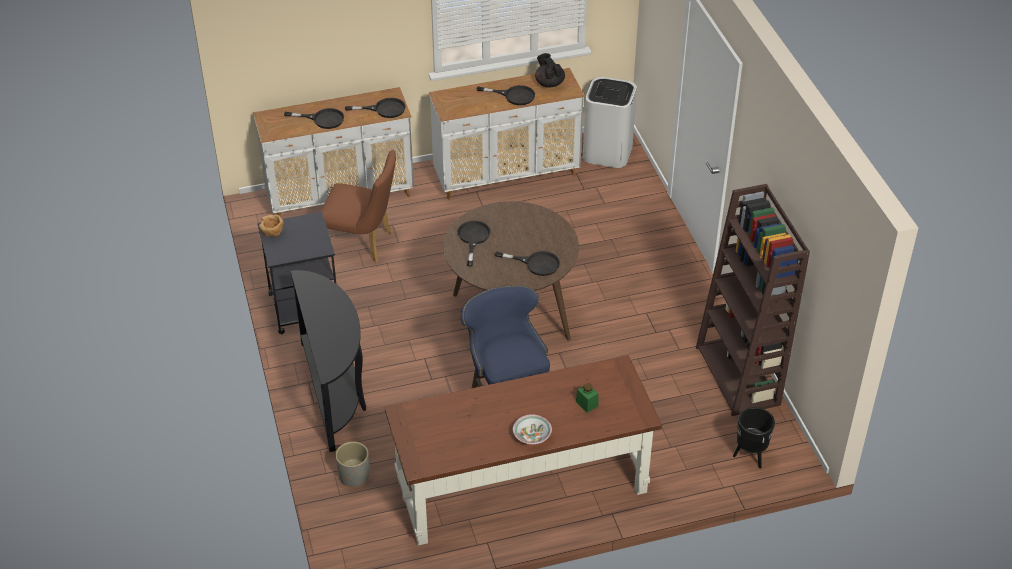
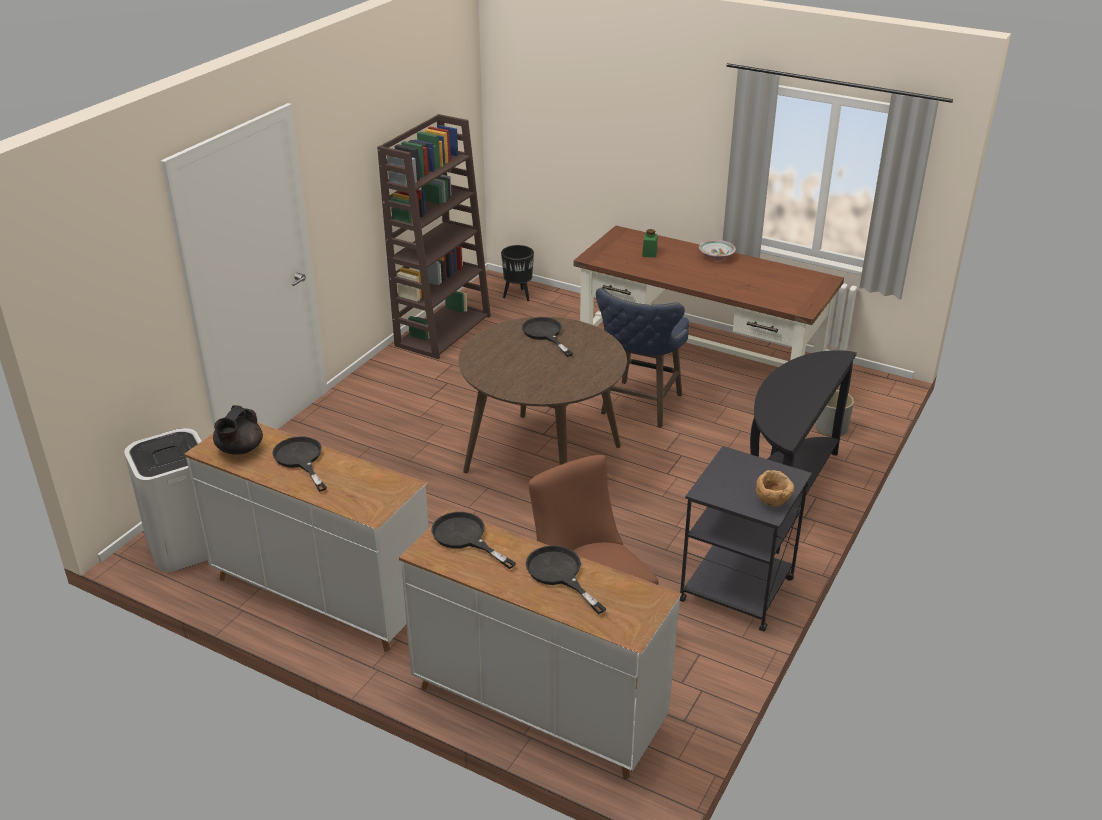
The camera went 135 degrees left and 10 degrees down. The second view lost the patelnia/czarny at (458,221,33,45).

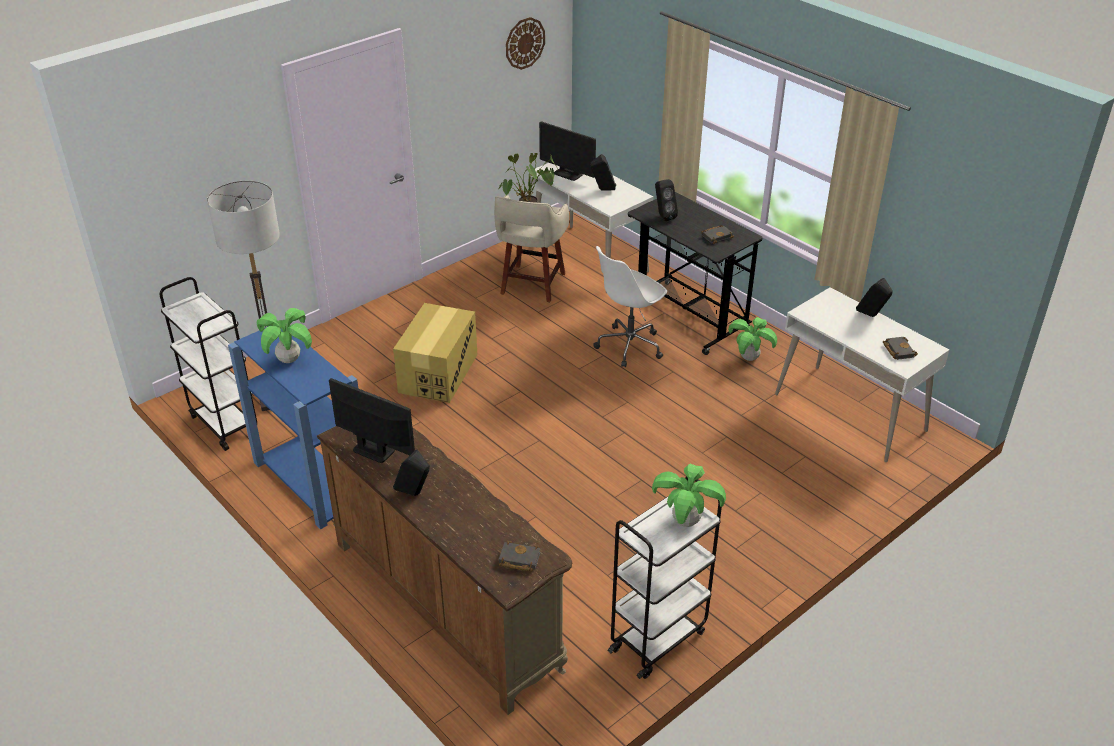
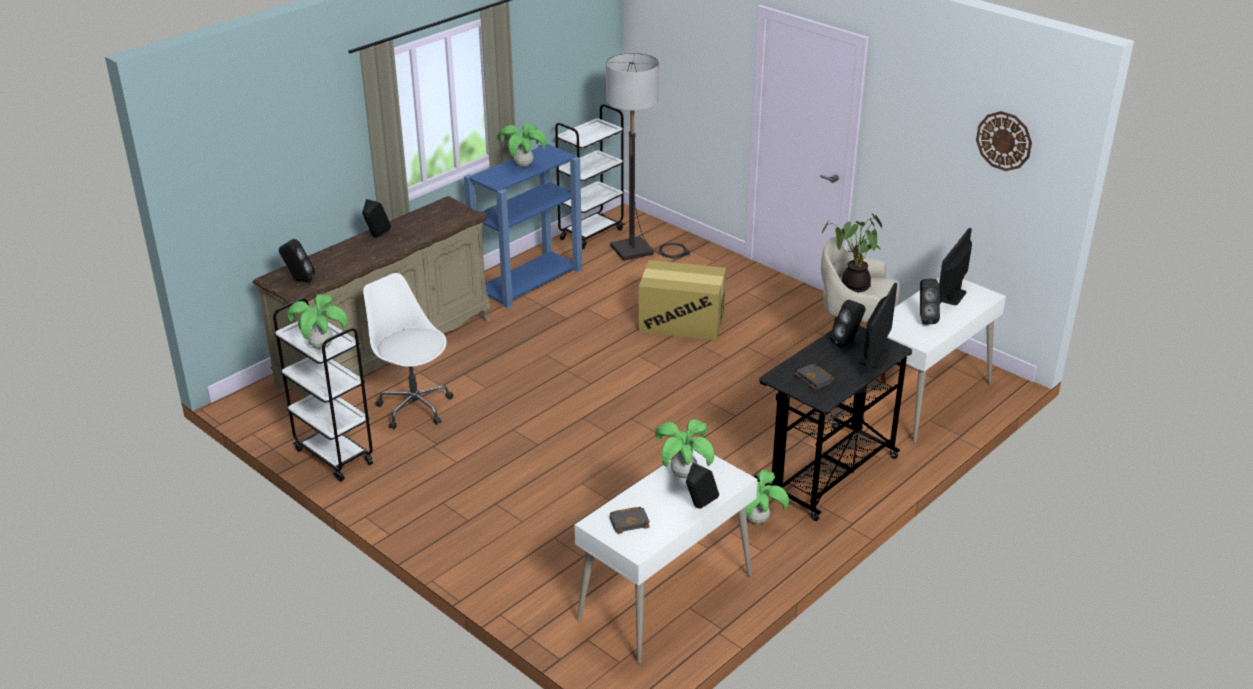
The camera went 85 degrees right and 5 degrees down. Where the książka/czarny stood at (499,541,42,30), the głośnik/czarny came to stand at (279,239,36,43). The krzesło biurowe/biały ended up elsewhere, having gone from (593,246,74,121) to (363,273,91,156). The second view gained the roślina doniczkowa at (655,419,59,59). The monitor ended up elsewhere, having gone from (329,378,86,85) to (860,283,37,89).

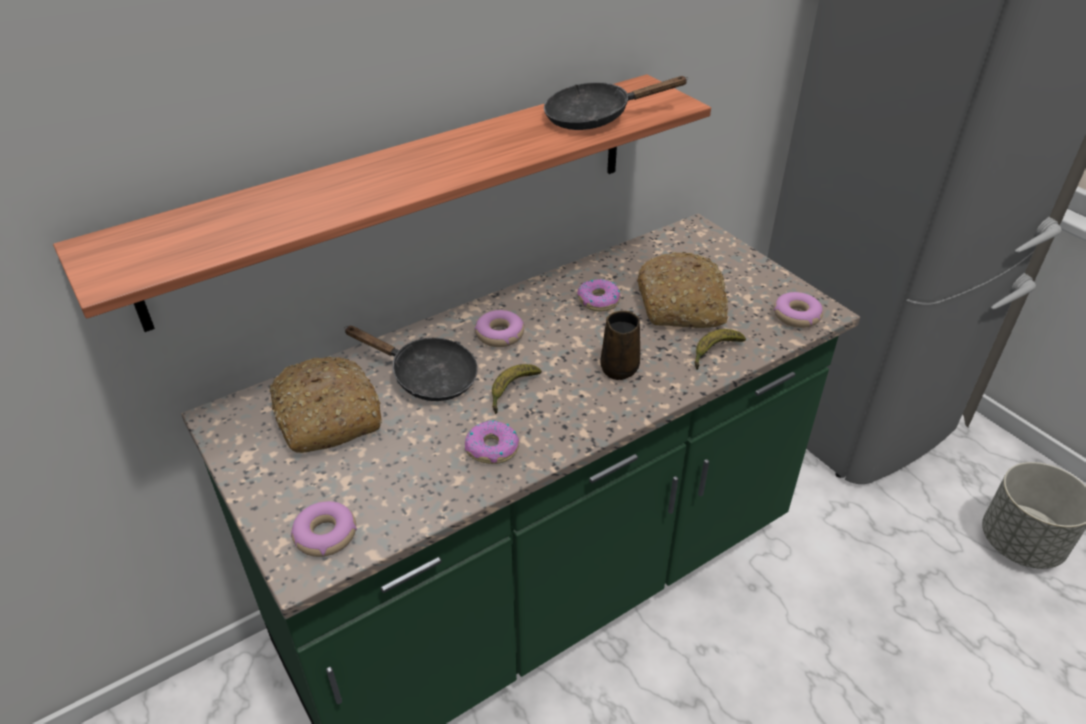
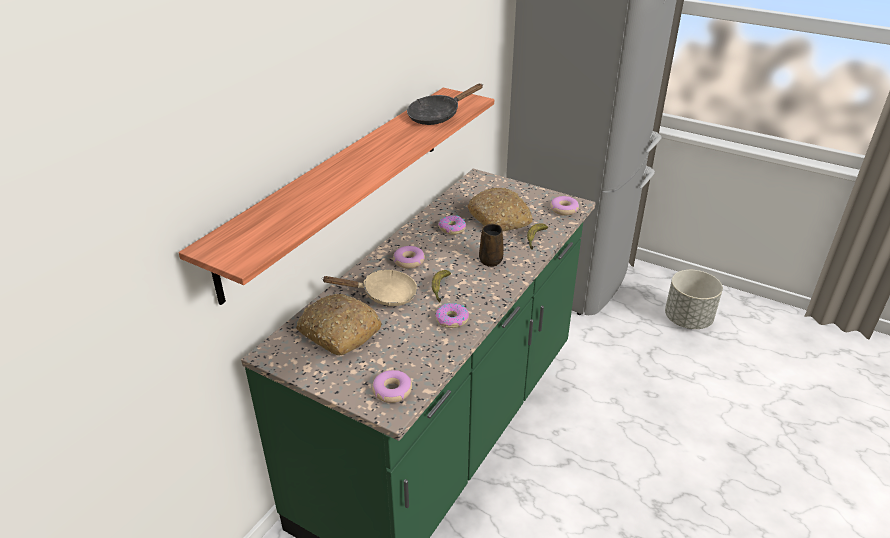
The camera went 25 degrees left and 5 degrees down. What was the patelnia/czarny at (344,326,134,75) turned into the patelnia/beżowy at (322,269,96,37).

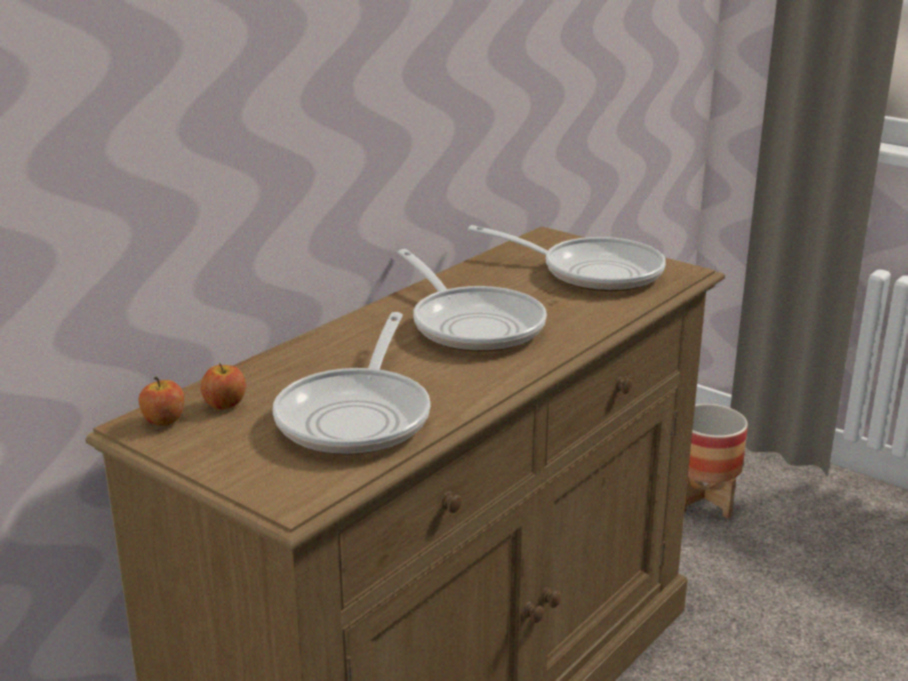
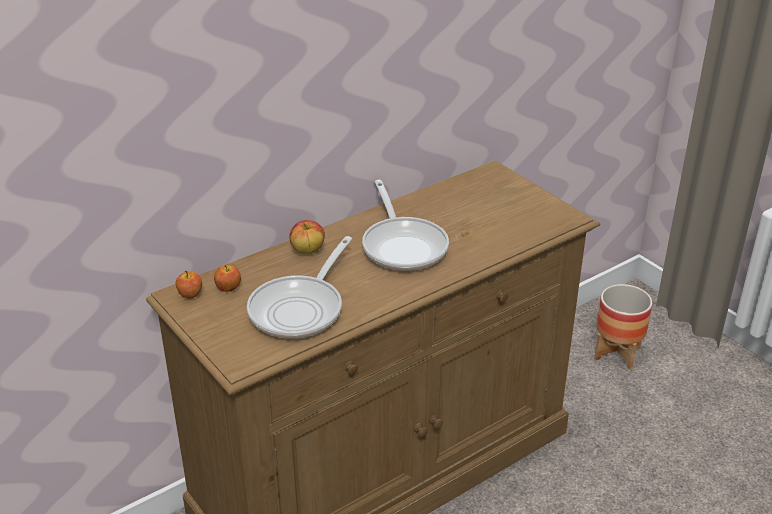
The camera went 15 degrees right and 10 degrees up. The second view gained the jabłko at (289,220,36,34). The second view lost the patelnia at (468,225,198,66).

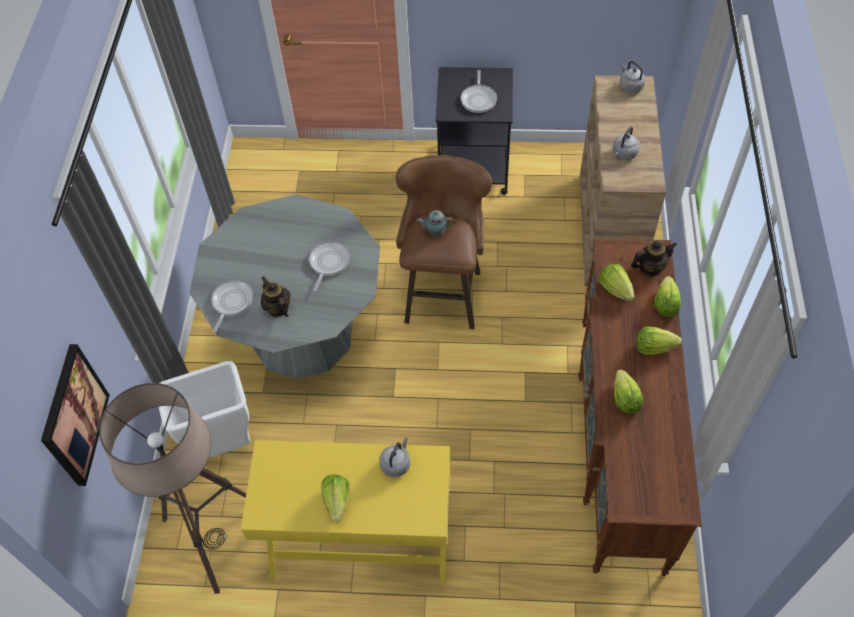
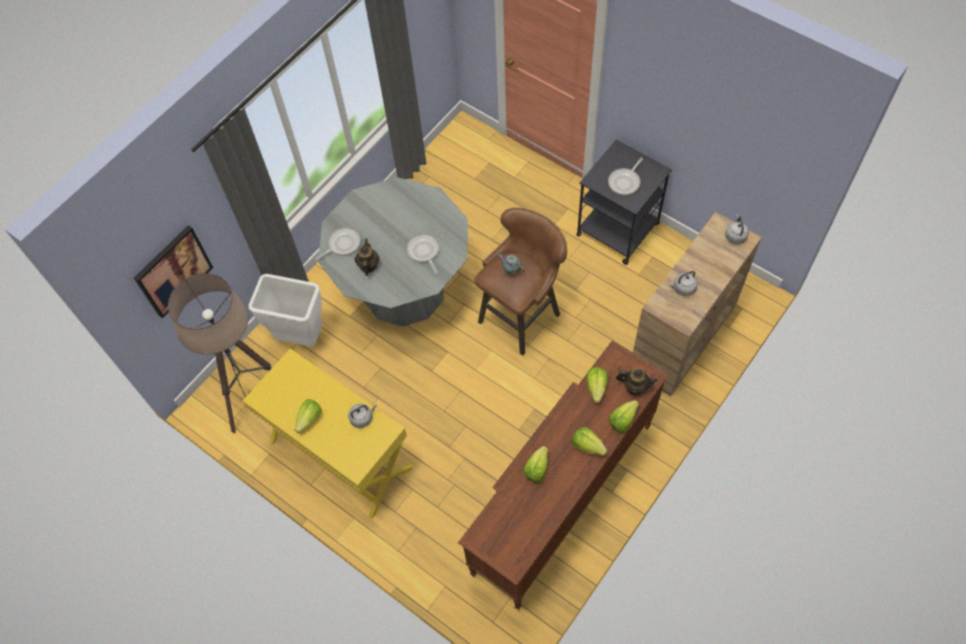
The camera went 35 degrees right and 5 degrees up. The patelnia at (309,241,41,51) ended up facing another way, 75 degrees counterclockwise from before.

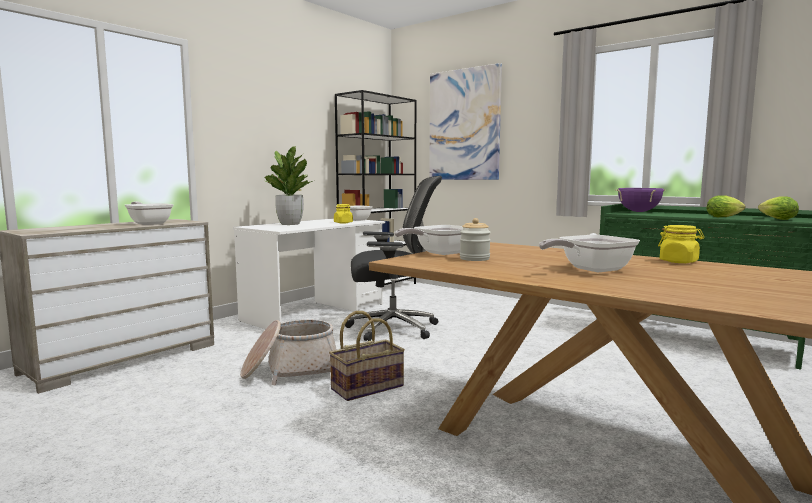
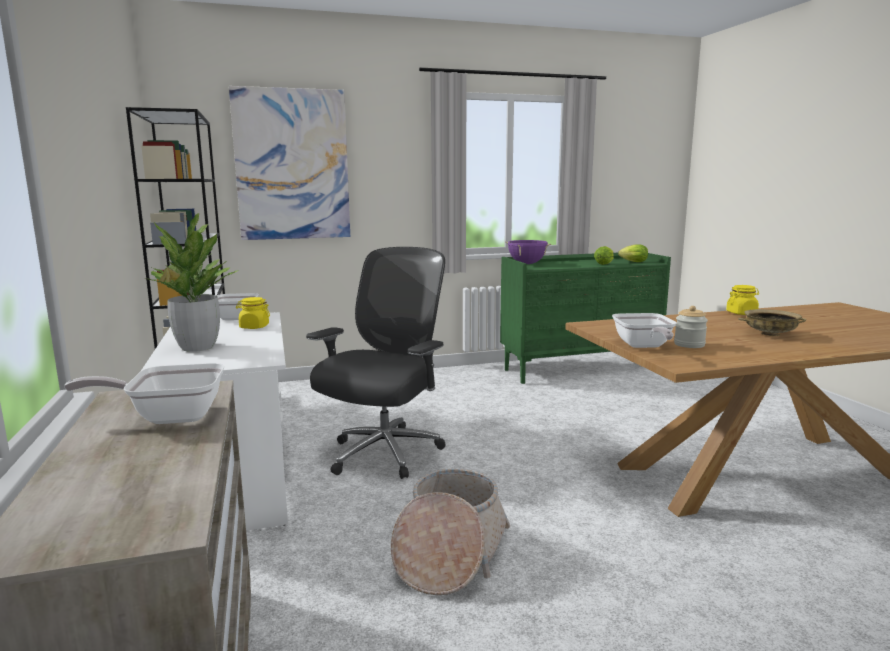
The camera went 55 degrees left and 5 degrees up. Where the patelnia stood at (539,235,101,37), the miska/beżowy came to stand at (738,309,68,27). The second view lost the koszyk at (329,311,76,90).

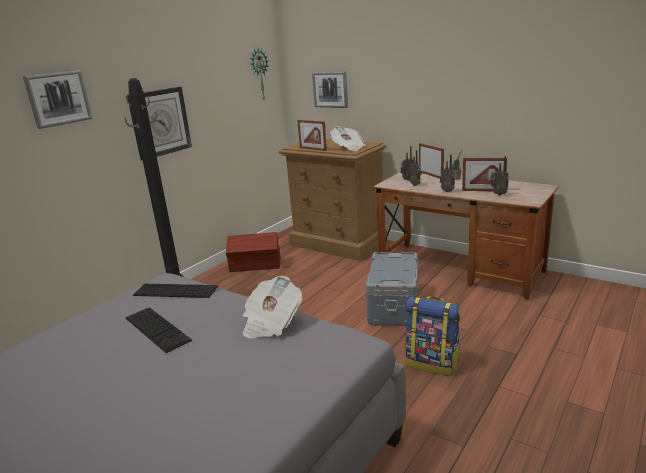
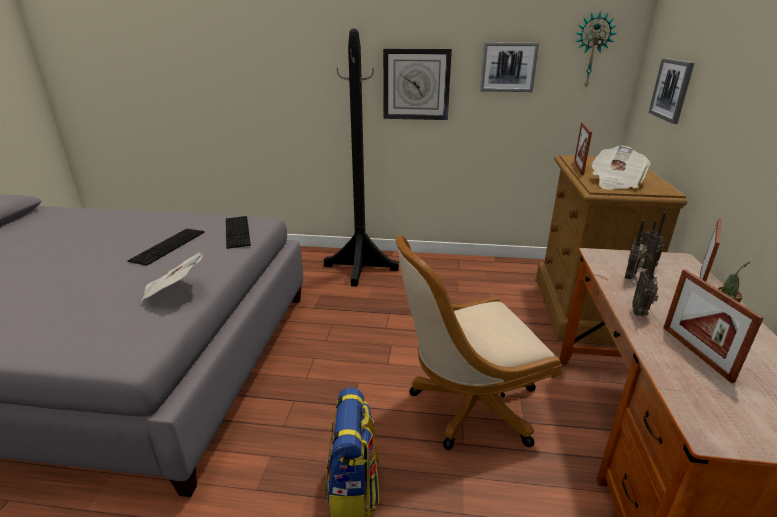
The camera went 60 degrees right and 5 degrees up. Where the pojemnik do przechowywania/szary stood at (366,252,52,75), the krzesło biurowe came to stand at (396,235,166,215). The obraz ended up elsewhere, having gone from (23,70,70,59) to (480,42,59,50). The second view lost the pojemnik do przechowywania/brązowy at (226,232,55,40). The second view lost the radio at (491,156,18,40).

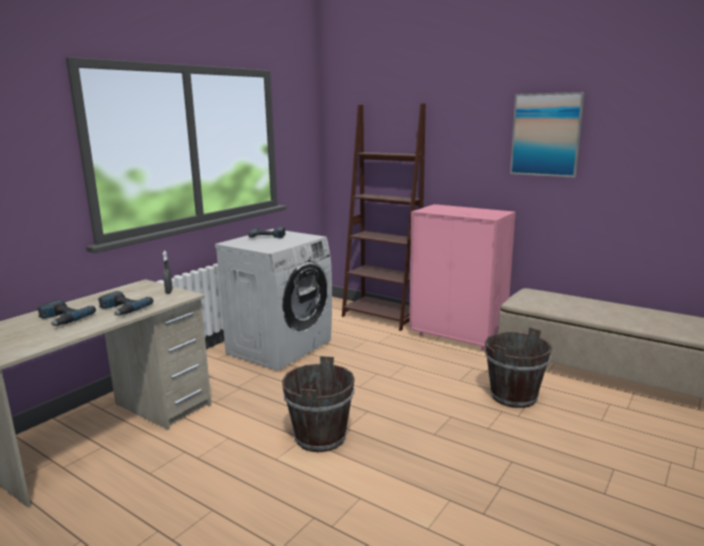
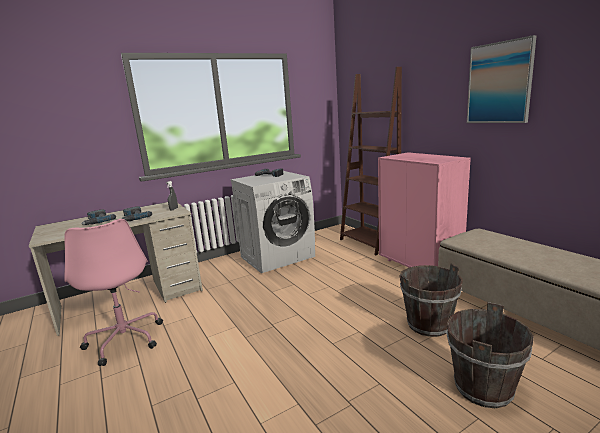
The camera went 25 degrees right and 0 degrees up. The second view gained the krzesło biurowe/różowy at (64,219,99,147). The wiadro/brązowy ended up elsewhere, having gone from (282,356,73,96) to (446,302,88,106).

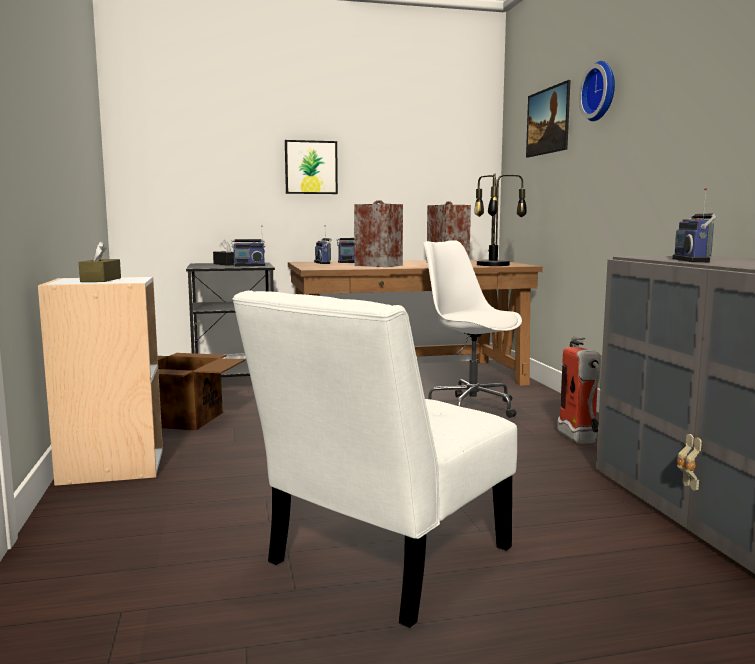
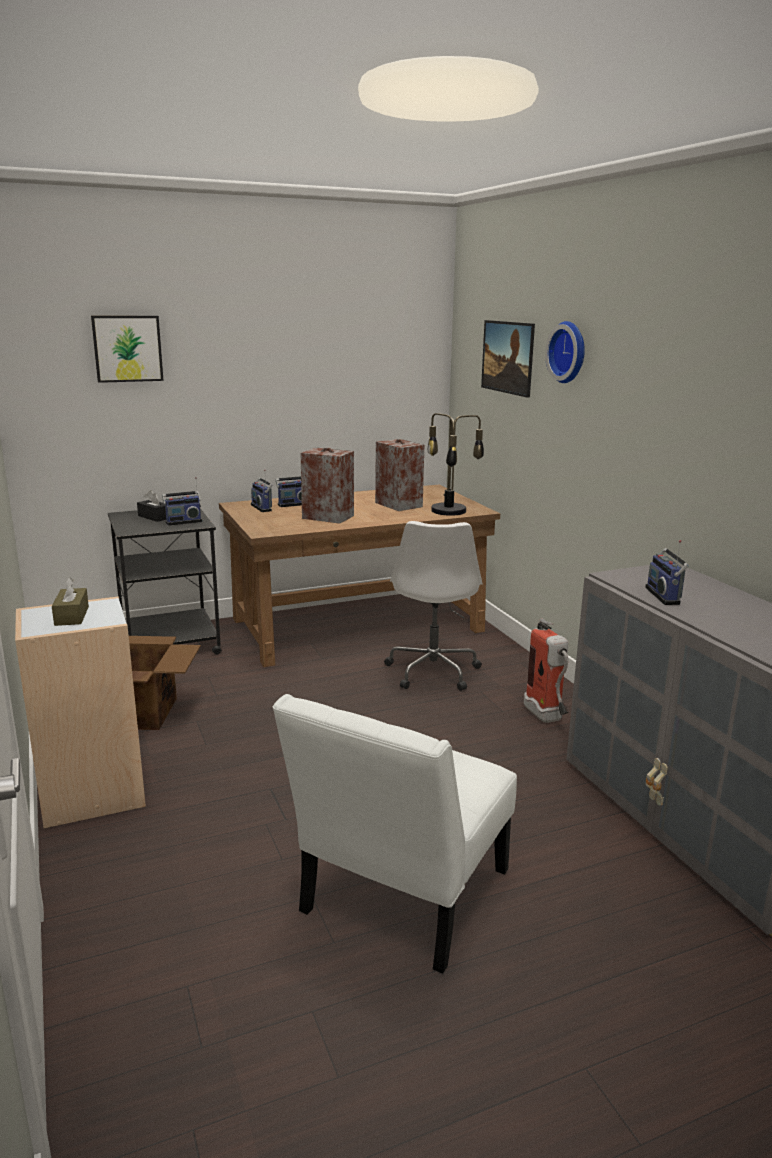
The camera went 10 degrees left and 10 degrees up. The obraz ended up elsewhere, having gone from (285,140,53,54) to (91,316,73,67). The krzesło biurowe/biały at (423,240,99,178) ended up facing another way, 120 degrees counterclockwise from before.

